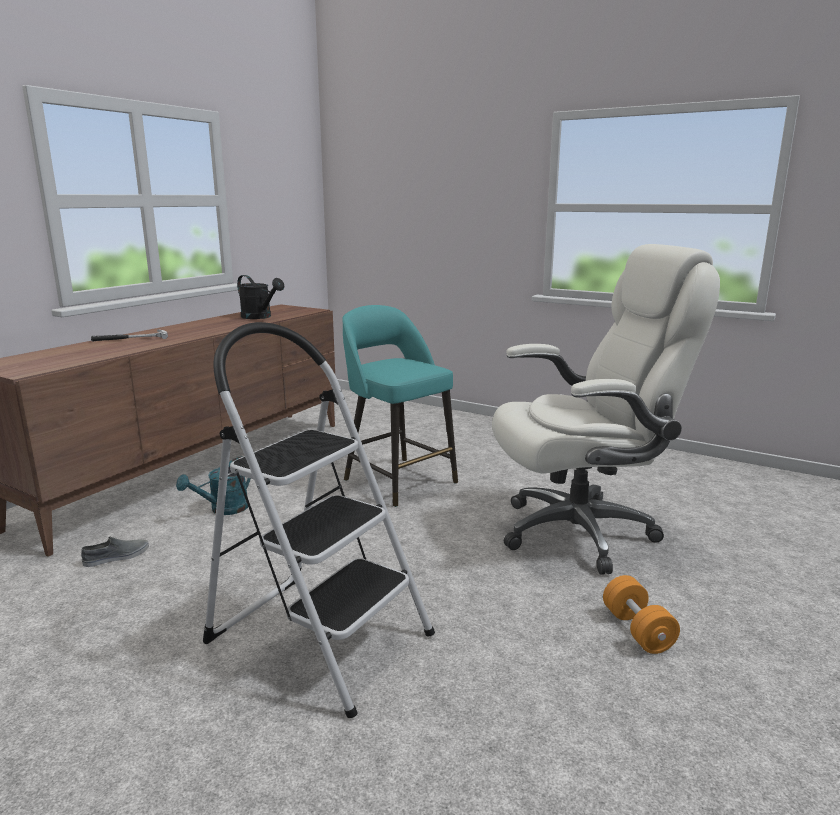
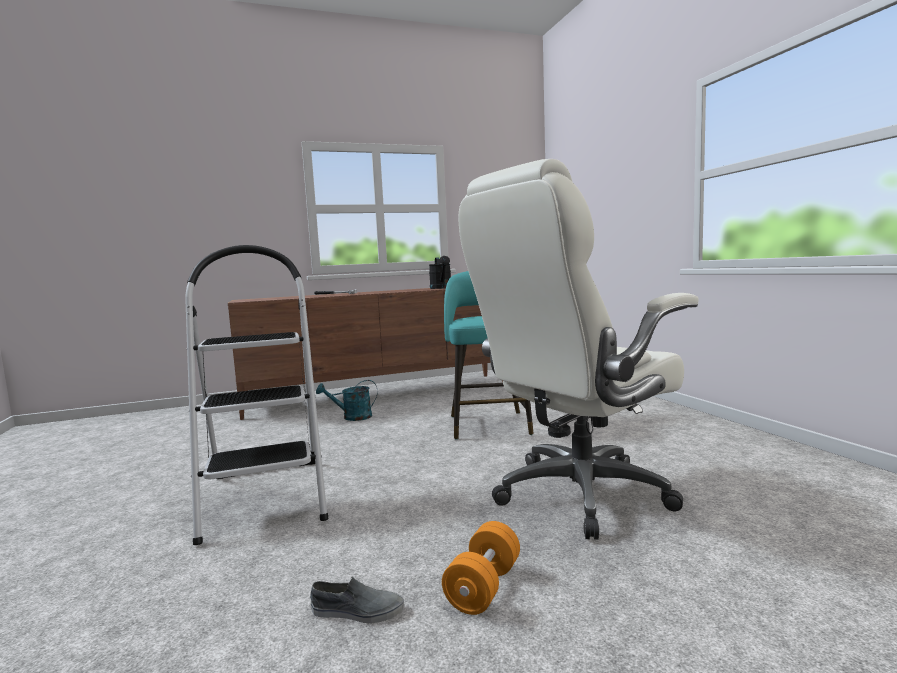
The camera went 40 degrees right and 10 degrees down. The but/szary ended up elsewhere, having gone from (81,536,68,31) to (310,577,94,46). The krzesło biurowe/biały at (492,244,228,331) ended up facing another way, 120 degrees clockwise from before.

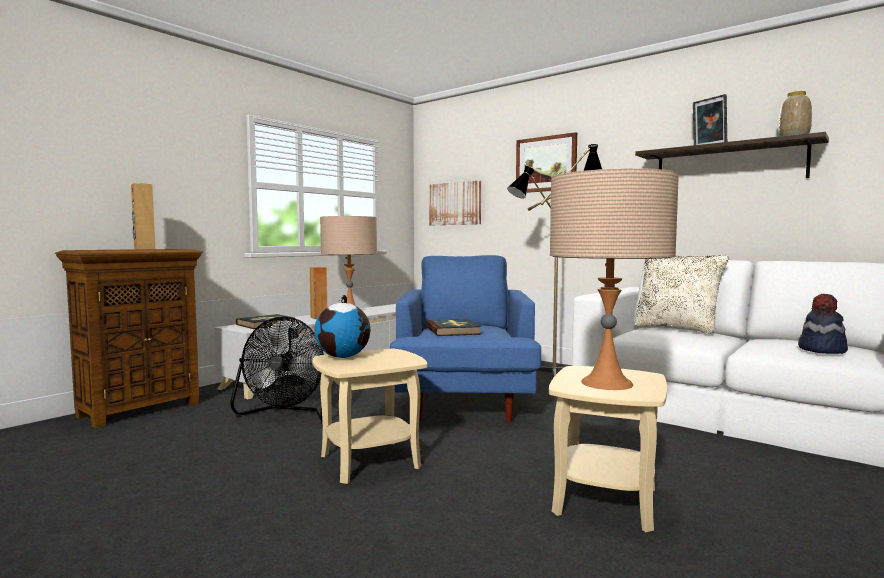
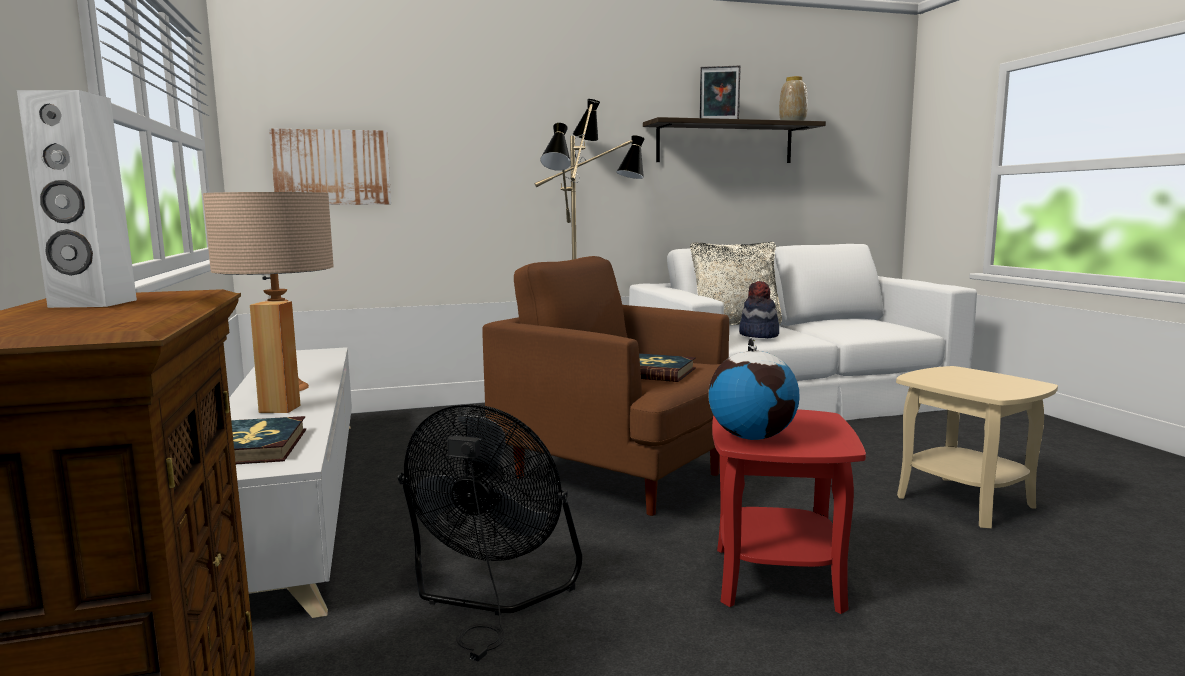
The camera went 55 degrees left and 5 degrees up. What was the głośnik/brązowy at (131,183,24,67) turned into the głośnik/biały at (17,90,120,218). The wentylator/czarny at (230,317,94,107) ended up facing another way, 120 degrees counterclockwise from before. What was the fotel/niebieski at (390,255,151,168) turned into the fotel/brązowy at (482,256,247,260). What was the stolik/beżowy at (312,349,116,135) turned into the stolik/czerwony at (712,409,154,205). The kapelusz ended up elsewhere, having gone from (798,294,50,60) to (739,281,40,57). The second view lost the obraz at (516,132,61,61). The second view lost the lampa stołowa/beżowy at (550,168,129,222).

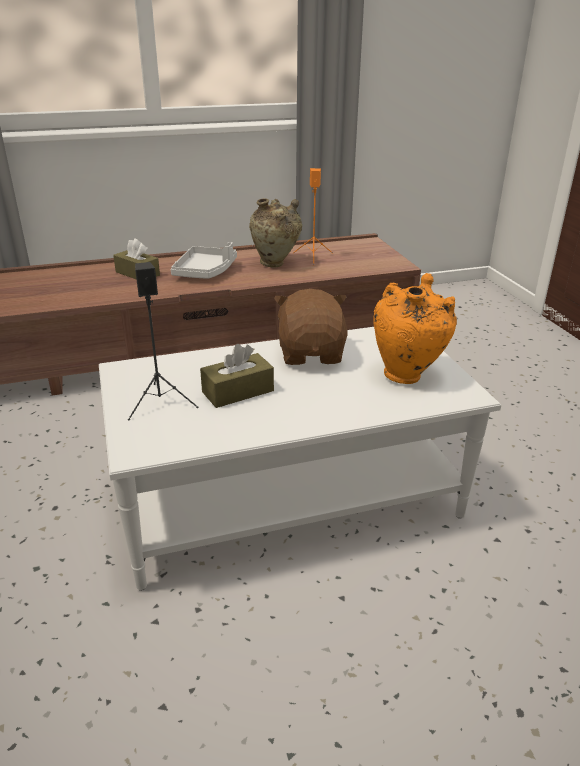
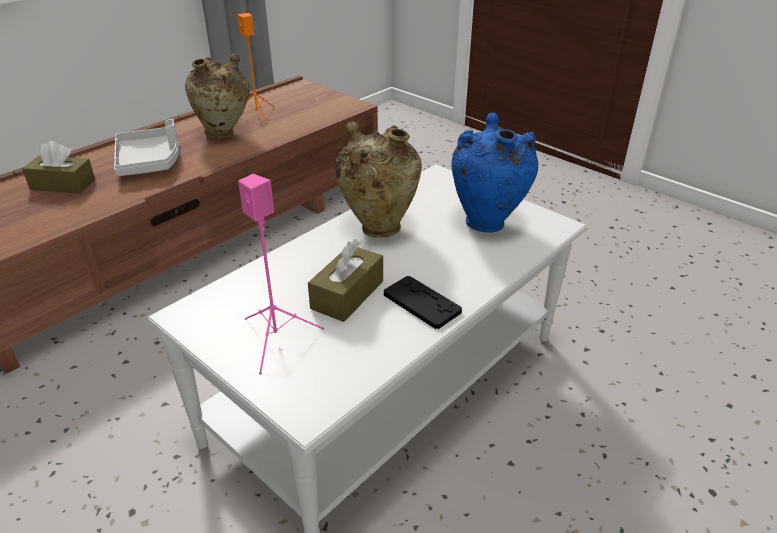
The camera went 30 degrees left and 5 degrees up. What was the głośnik/czarny at (128,262,71,158) turned into the głośnik/różowy at (238,174,86,200). Where the pluszak/brązowy stood at (274,289,74,76), the wazon/beżowy came to stand at (335,121,87,117). The second view gained the pad do gier/czarny at (384,276,78,53). What was the wazon/pomarańczowy at (373,273,84,111) turned into the wazon/niebieski at (452,113,87,120).

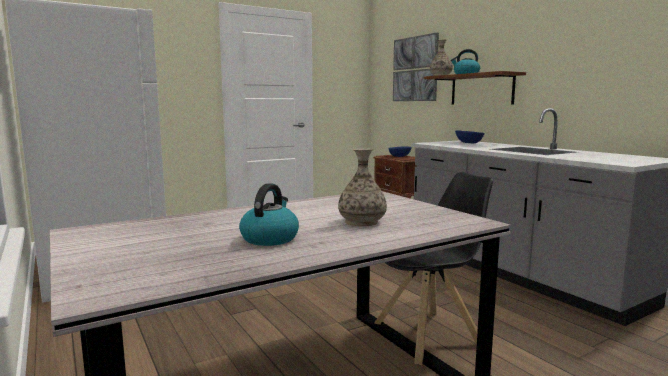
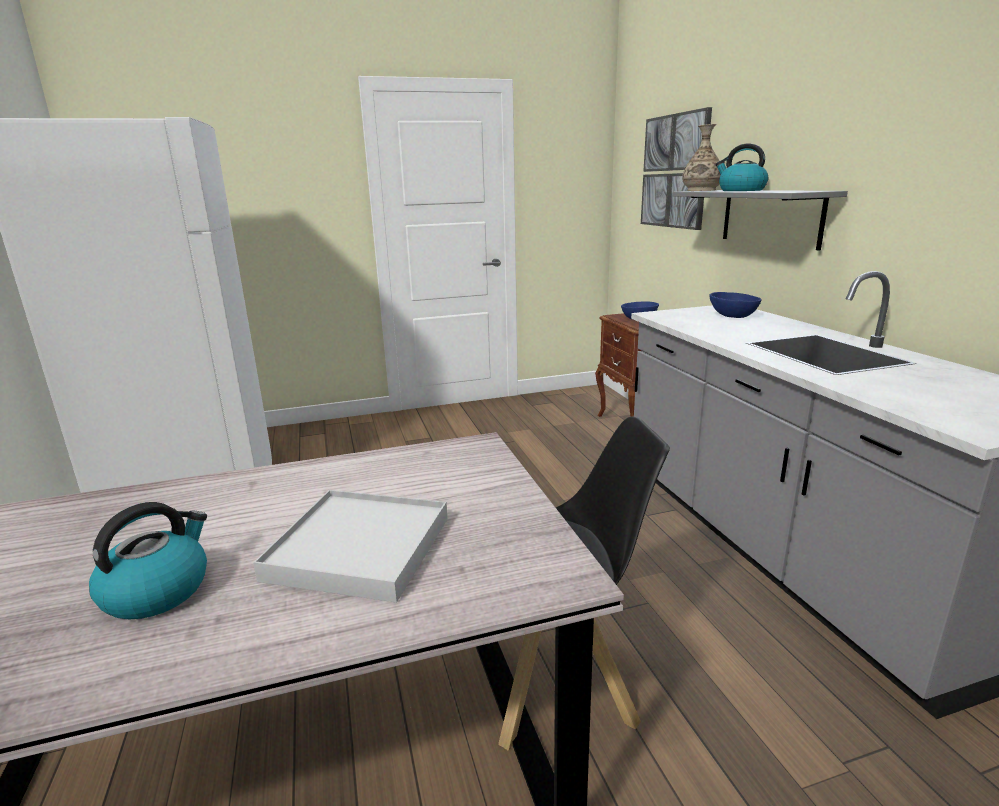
The camera went 15 degrees right and 10 degrees up. Where the wazon stood at (338,148,49,78), the taca/biały came to stand at (253,490,194,113). What was the półka/brązowy at (424,71,102,33) turned into the półka/szary at (672,190,176,61).

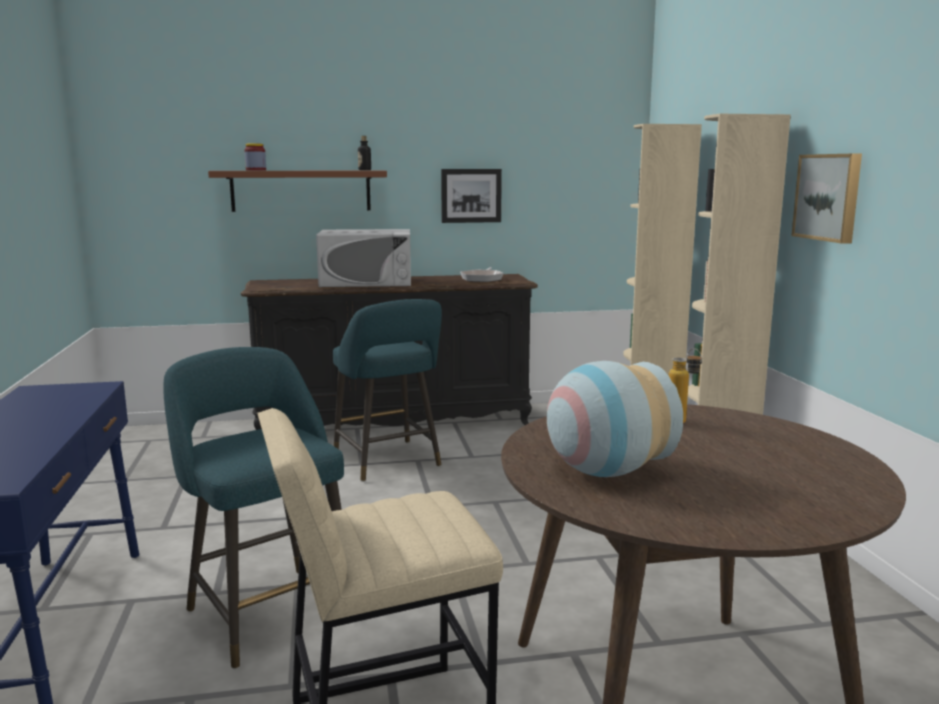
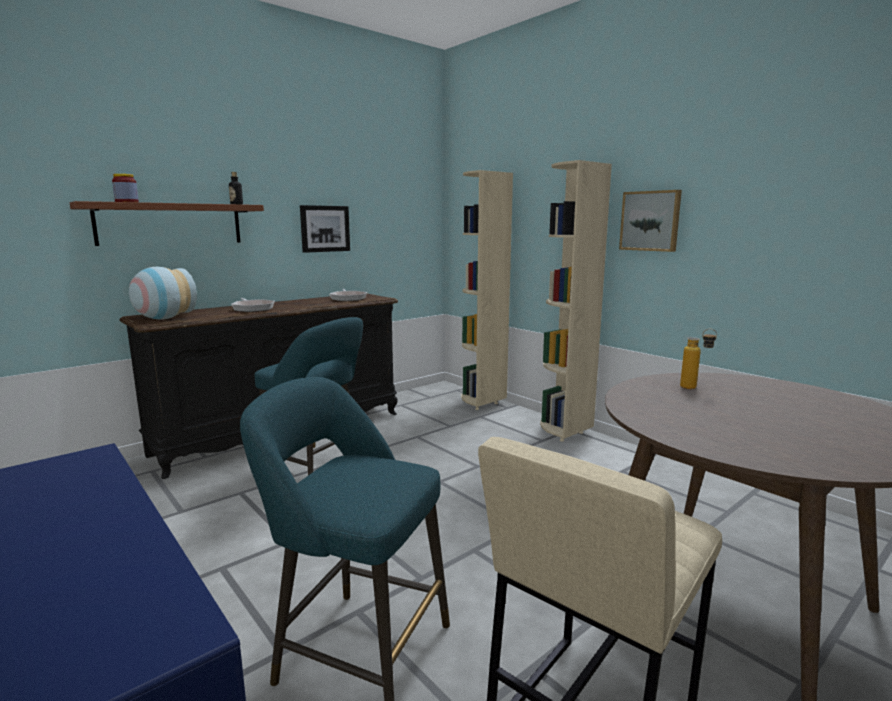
The camera went 30 degrees left and 0 degrees up. The wazon ended up elsewhere, having gone from (547,361,136,116) to (129,267,68,53). Where the mikrofalówka/biały stood at (316,229,95,58), the patelnia came to stand at (231,298,44,14).

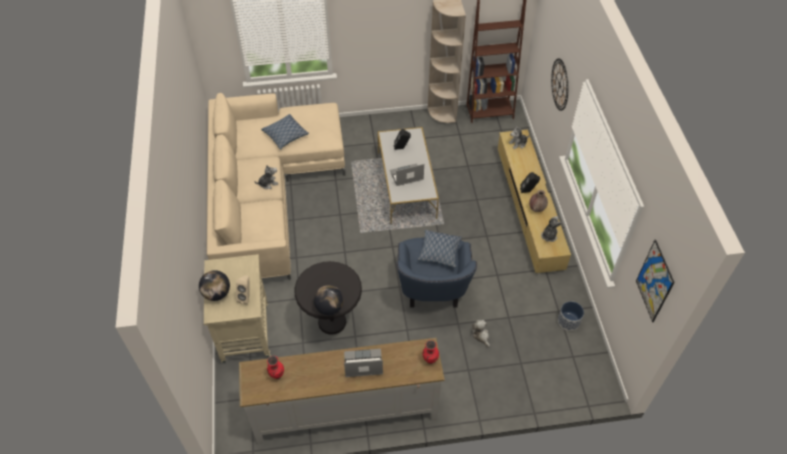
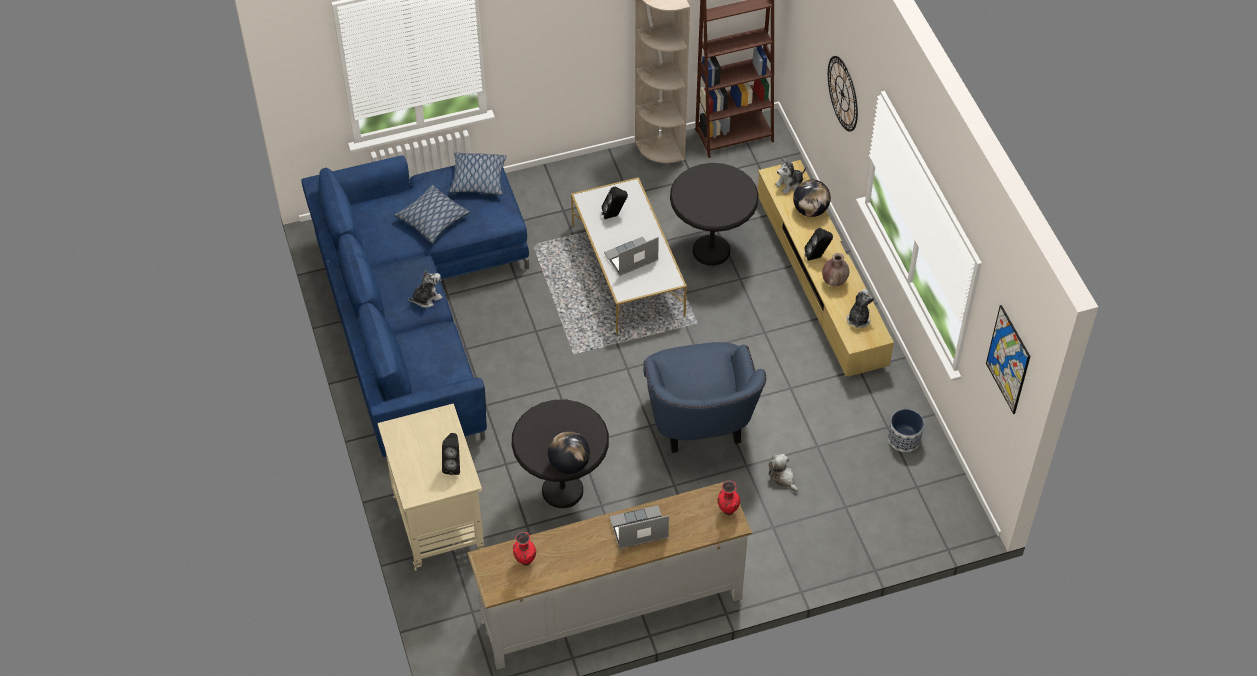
The camera went 10 degrees left and 0 degrees up. What was the kanapa/beżowy at (207,93,139,187) turned into the kanapa/niebieski at (302,156,227,301). What was the głośnik/beżowy at (236,275,14,30) turned into the głośnik/czarny at (442,433,18,42). The poduszka ended up elsewhere, having gone from (418,230,44,38) to (449,153,57,42). The second view gained the stolik/czarny at (670,163,89,103). The globus ended up elsewhere, having gone from (199,270,31,31) to (793,179,38,38).

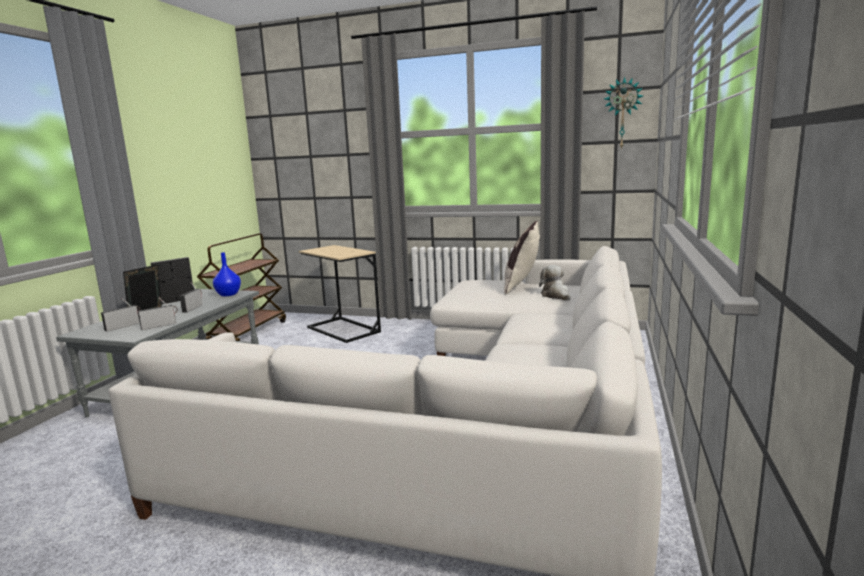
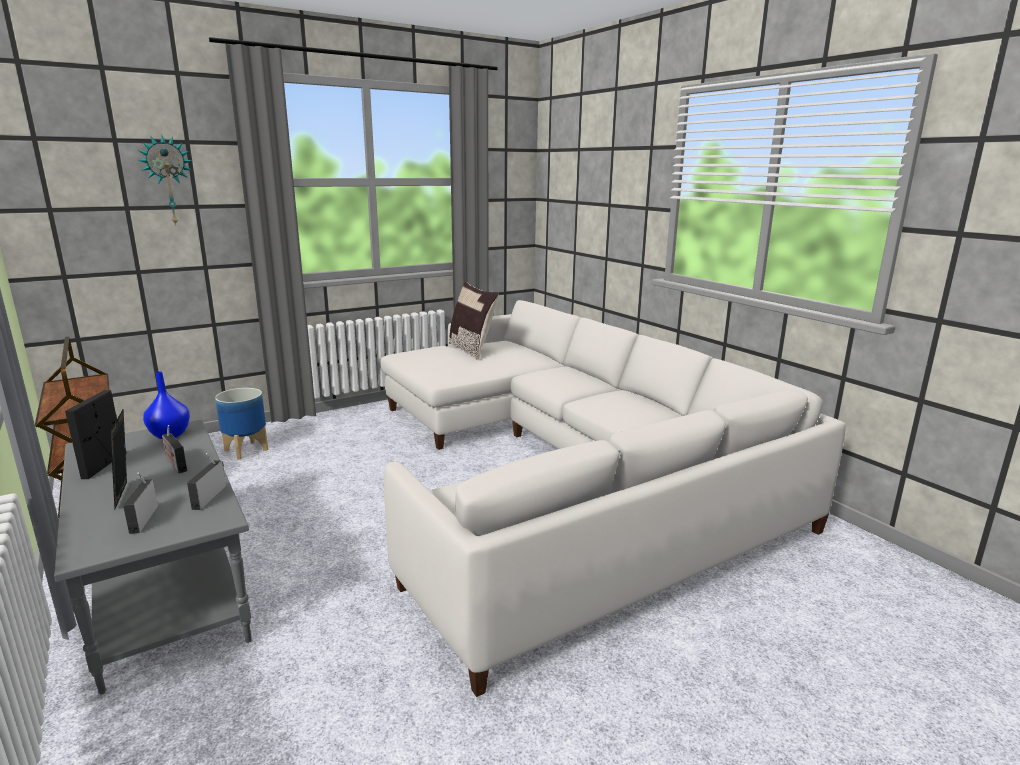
The camera went 50 degrees left and 5 degrees up. The zegar ścienny ended up elsewhere, having gone from (604,77,39,73) to (138,135,54,91). Where the stolik/beżowy stood at (299,245,82,98), the donica came to stand at (215,388,53,72). The second view lost the pluszak at (539,265,32,36).

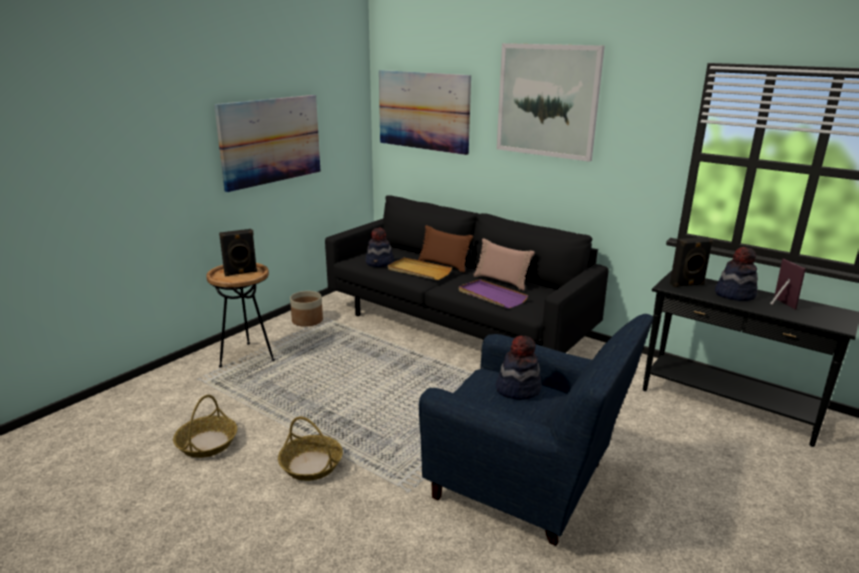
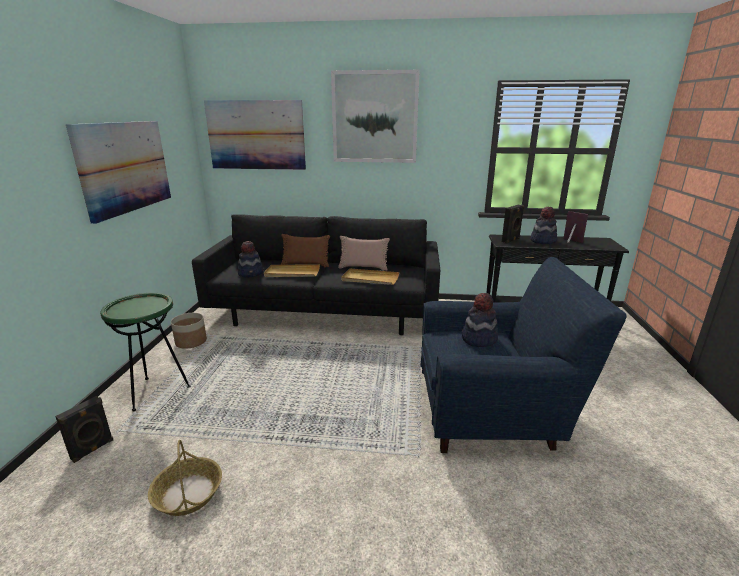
The camera went 30 degrees left and 0 degrees up. The głośnik/czarny ended up elsewhere, having gone from (219,229,38,48) to (55,396,58,67). What was the stolik/brązowy at (206,263,69,105) turned into the stolik/zielony at (100,293,91,118). What was the taca/fioletowy at (459,279,69,30) turned into the taca/beżowy at (341,269,58,16). The second view lost the koszyk at (278,416,65,65).

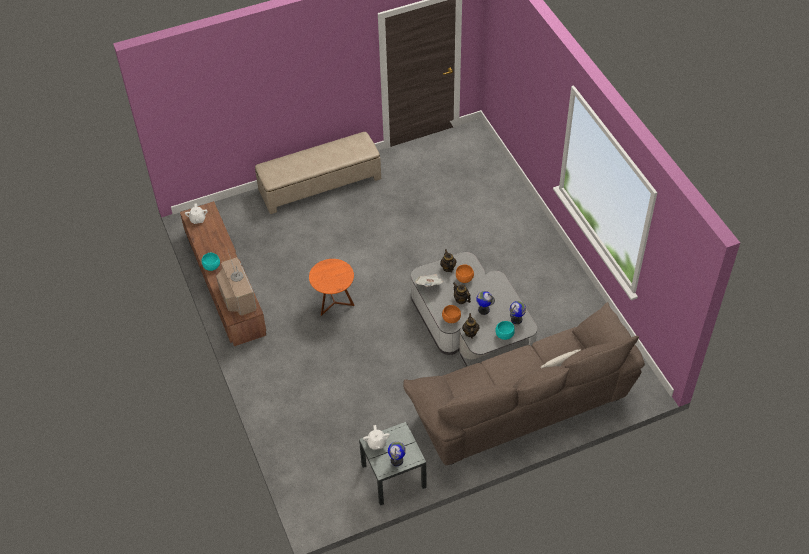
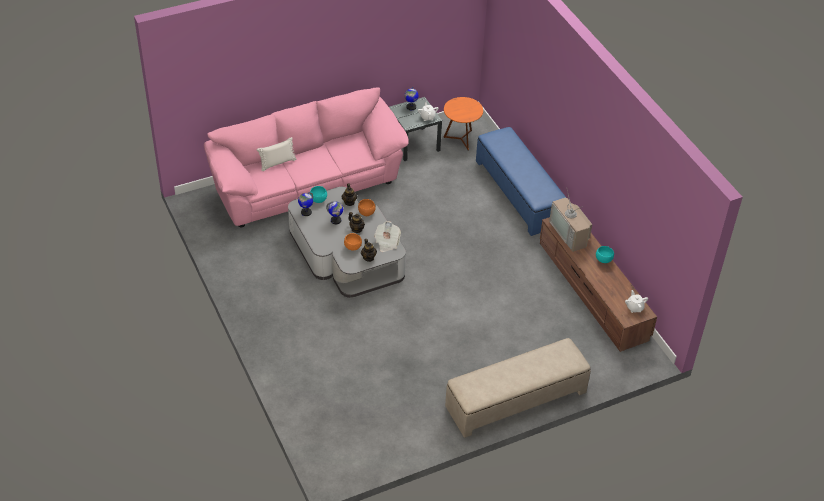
The camera went 175 degrees right and 5 degrees down. What was the kanapa/brązowy at (403,302,242,163) turned into the kanapa/różowy at (204,88,205,140). The stolik/pomarańczowy ended up elsewhere, having gone from (309,259,45,57) to (444,97,39,54). The second view gained the ławka/niebieski at (476,127,90,109).

